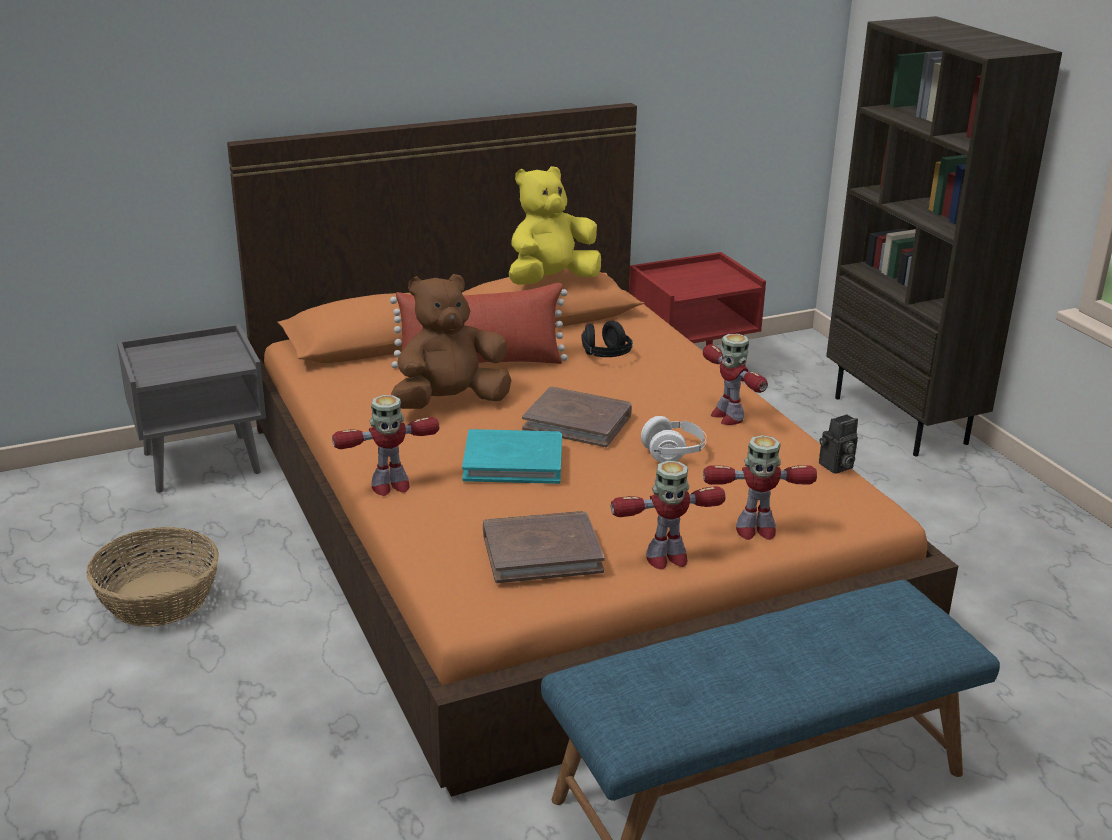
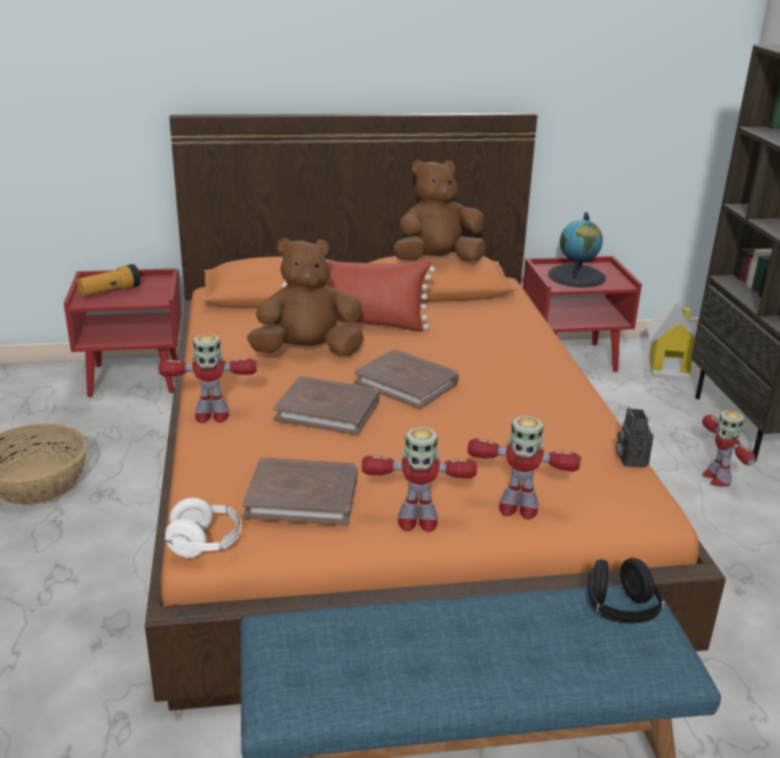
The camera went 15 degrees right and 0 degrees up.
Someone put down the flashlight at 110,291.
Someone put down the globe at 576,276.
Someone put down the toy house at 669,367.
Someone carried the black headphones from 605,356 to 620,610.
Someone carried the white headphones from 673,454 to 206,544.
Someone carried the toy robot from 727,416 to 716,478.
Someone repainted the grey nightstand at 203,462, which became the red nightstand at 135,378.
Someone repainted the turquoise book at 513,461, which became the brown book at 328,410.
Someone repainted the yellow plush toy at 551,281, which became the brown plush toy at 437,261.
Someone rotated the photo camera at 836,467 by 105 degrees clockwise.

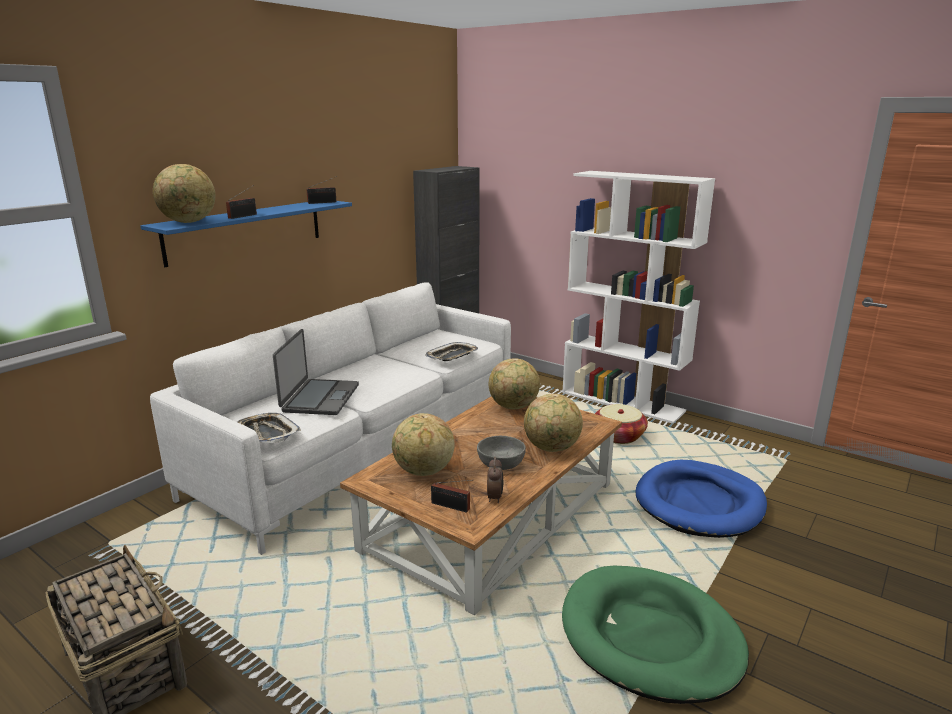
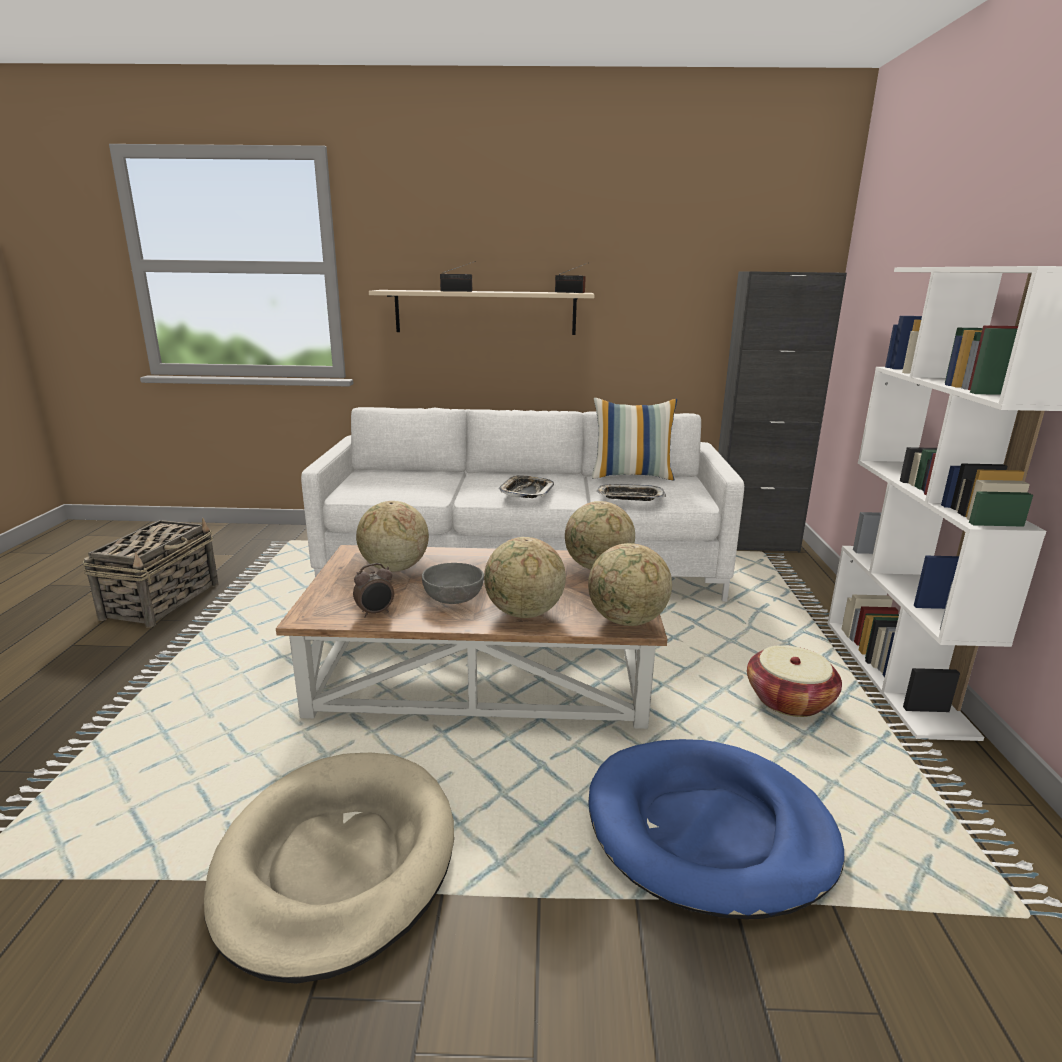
The camera went 55 degrees right and 0 degrees up.
Someone took away the laptop at 319,398.
Someone took away the radio at 452,507.
Someone put down the pillow at 632,476.
Someone carried the globe from 189,222 to 627,621.
Someone carried the tray from 267,433 to 526,491.
Someone repainted the blue shelf at 246,231, which became the beige shelf at 485,312.
Someone repainted the green dog bed at 650,637, which became the beige dog bed at 336,862.

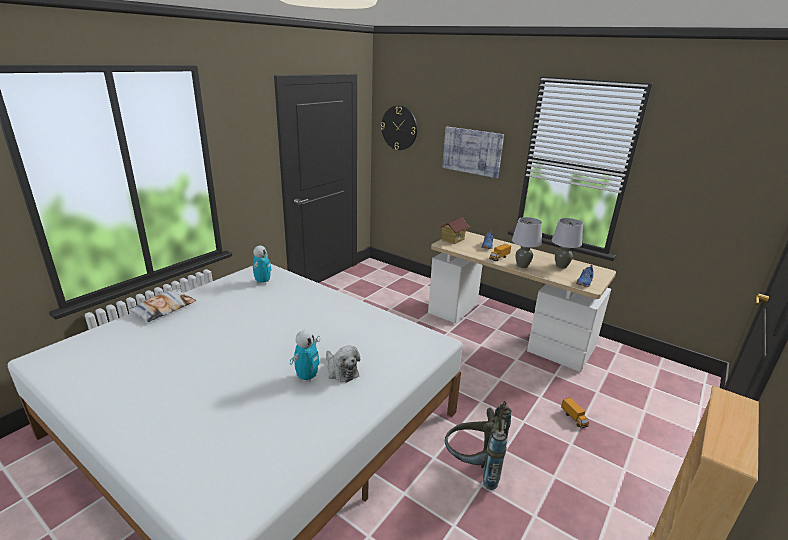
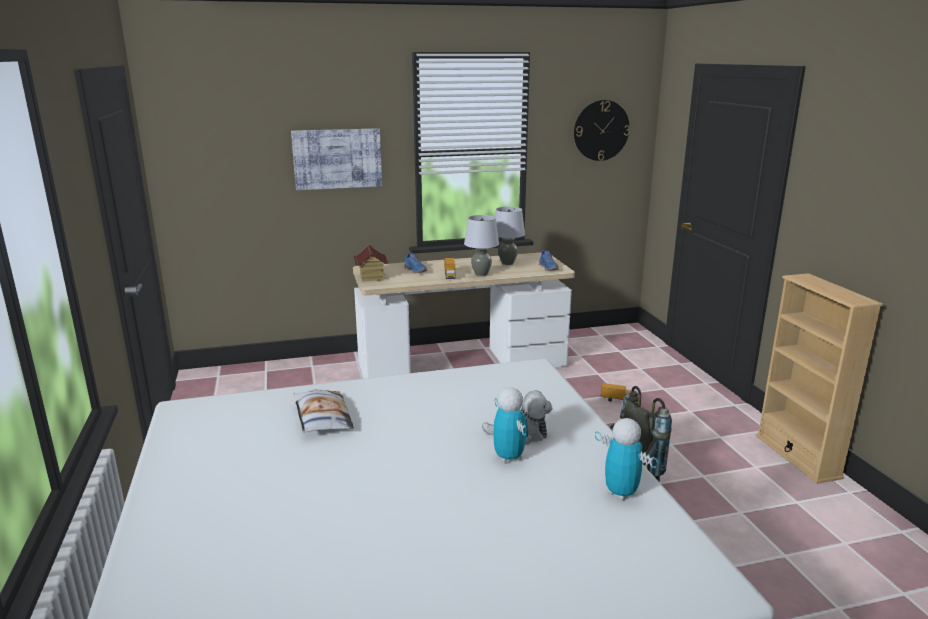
The camera went 50 degrees left and 5 degrees down.
Someone carried the pillow from 164,309 to 321,417.
Someone carried the toy robot from 263,282 to 620,493.
Someone carried the wall clock from 399,128 to 601,130.

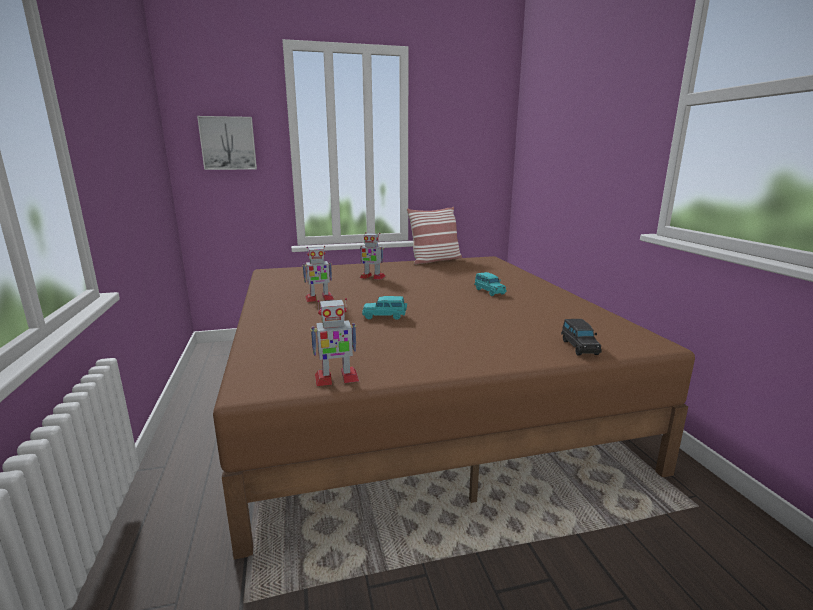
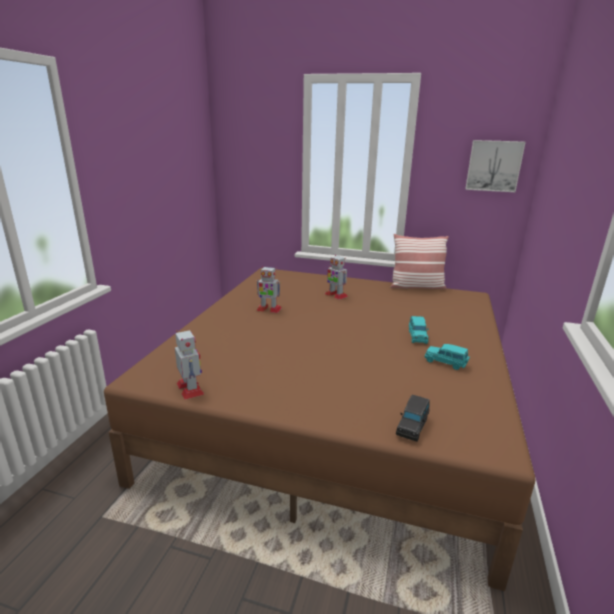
The camera went 30 degrees right and 5 degrees up.
Someone carried the picture from 228,143 to 493,166.
Someone carried the turquoise toy car from 385,316 to 446,363.
Someone rotated the toy robot at 336,378 by 135 degrees counterclockwise.

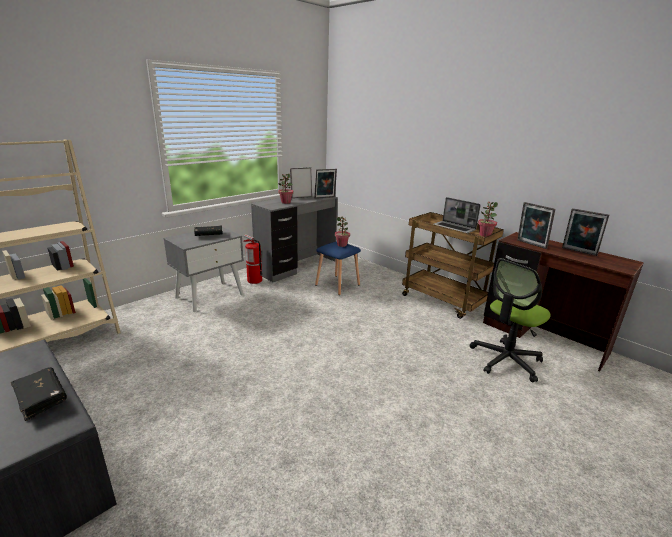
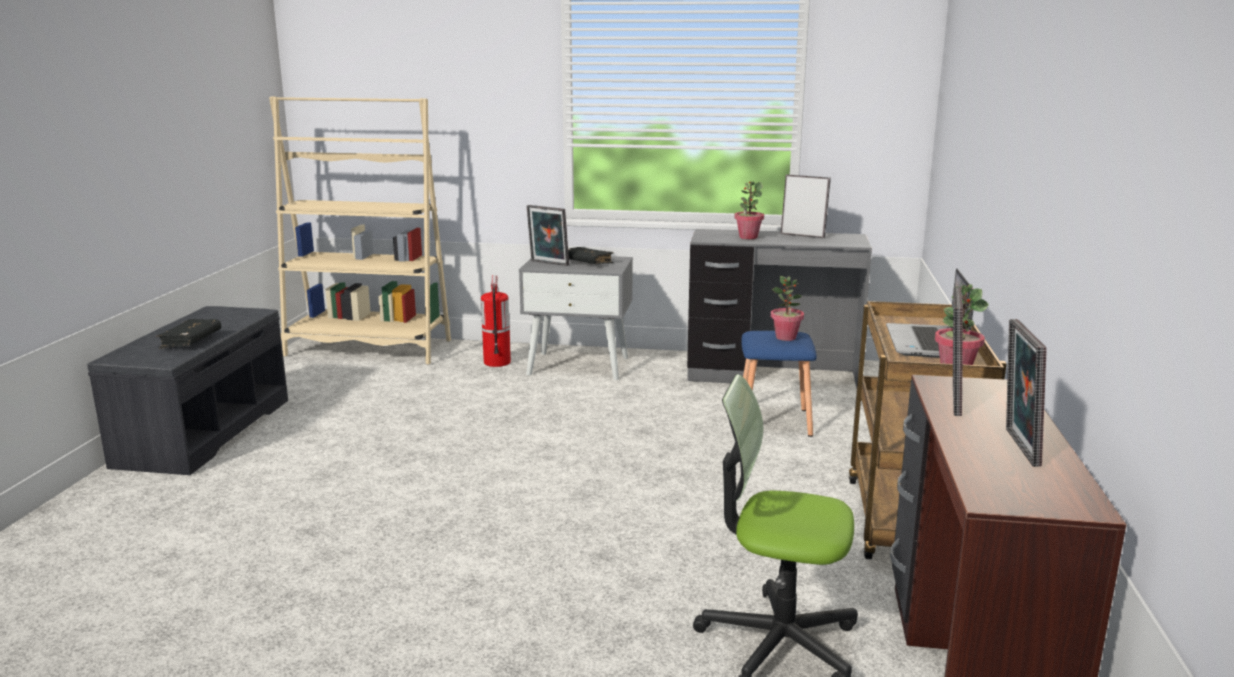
The camera went 55 degrees right and 5 degrees down.
Someone carried the fire extinguisher from 254,280 to 497,362.
Someone carried the picture frame from 325,198 to 548,263.

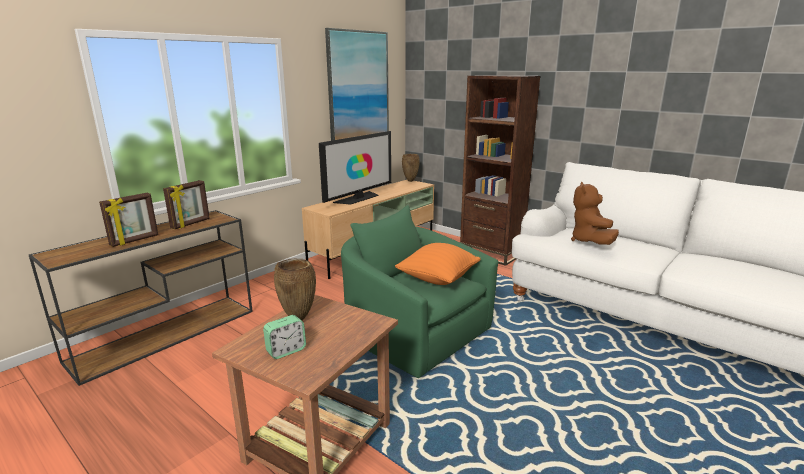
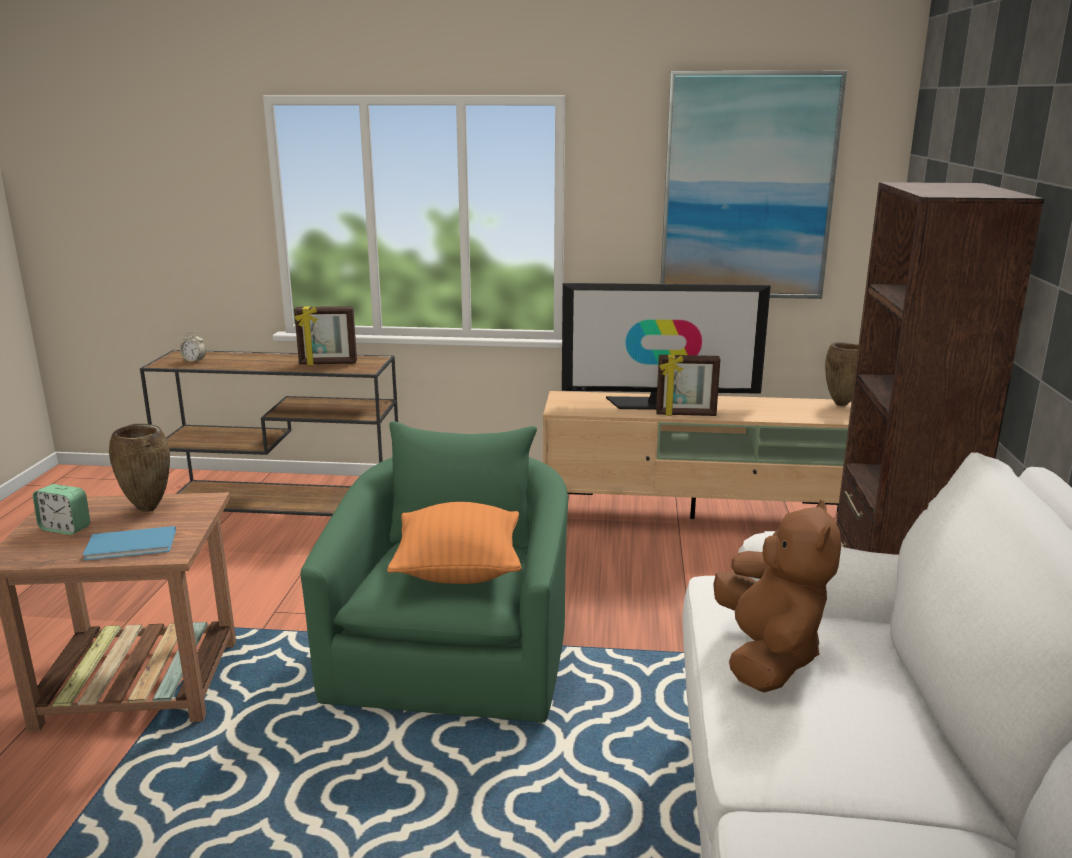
The camera went 55 degrees right and 0 degrees up.
Someone put down the blue book at 133,545.
Someone put down the alarm clock at 194,361.
Someone carried the picture frame from 135,240 to 686,414.
Someone rotated the brown plush toy at 590,241 by 120 degrees clockwise.

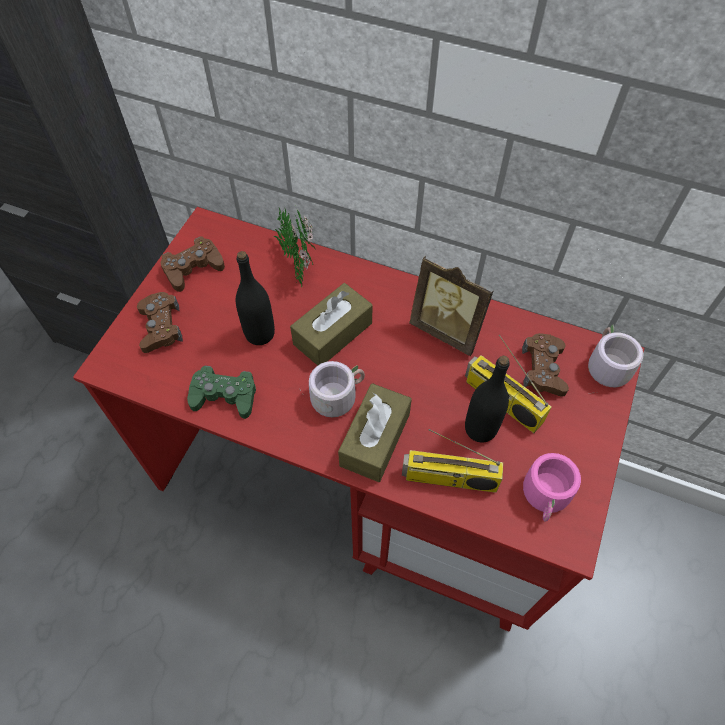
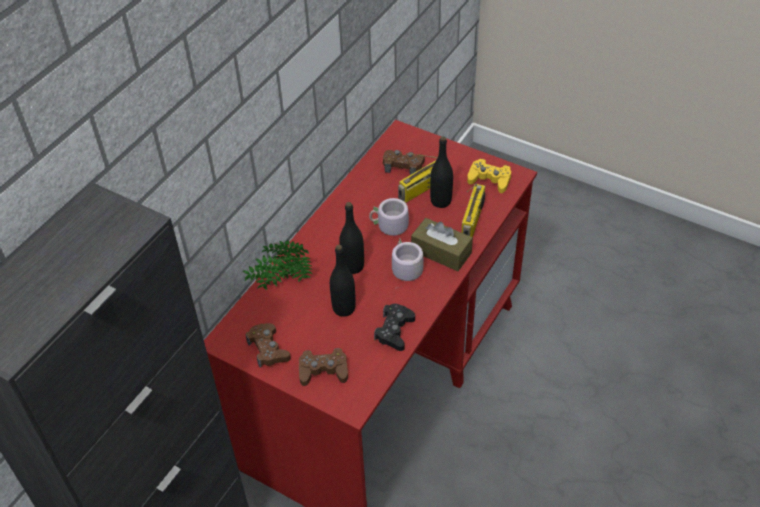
The camera went 80 degrees left and 10 degrees down.
Someone took away the picture frame at 447,330.
Someone carried the grey mug from 604,366 to 389,227.
Someone swapped the brown tissue box at 333,333 for the black bottle at 353,266.
Someone swapped the pink mug at 548,497 for the yellow game controller at 489,179.
Someone repainted the green game controller at 224,396, which became the black game controller at 394,331.

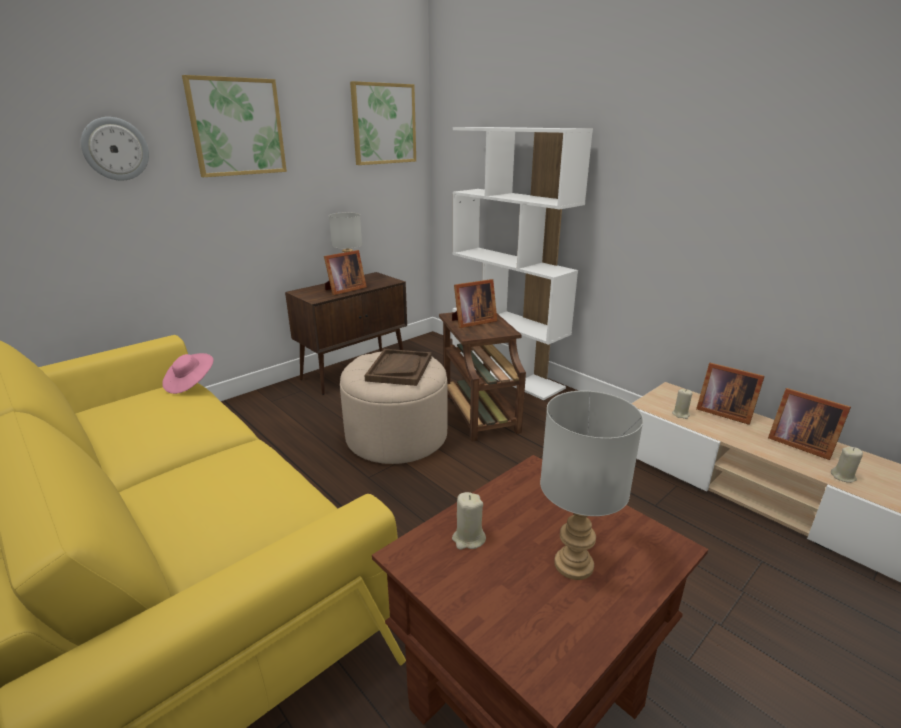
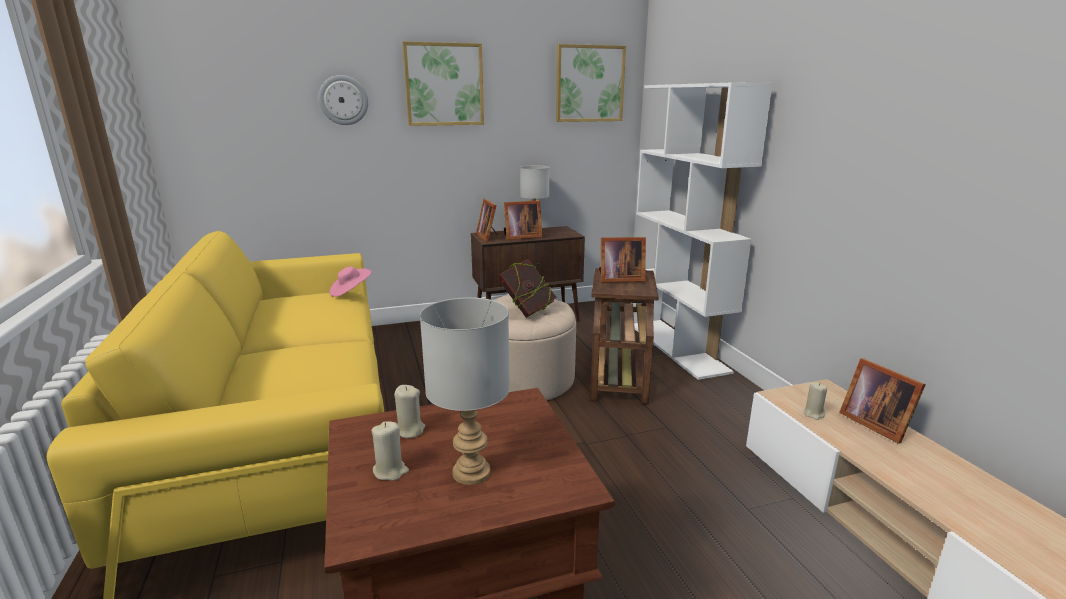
The camera went 25 degrees right and 5 degrees down.
Someone carried the picture frame from 798,443 to 488,236.
Someone carried the beige candle from 843,477 to 390,471.
Someone swapped the brown tray at 399,369 for the book at 527,311.

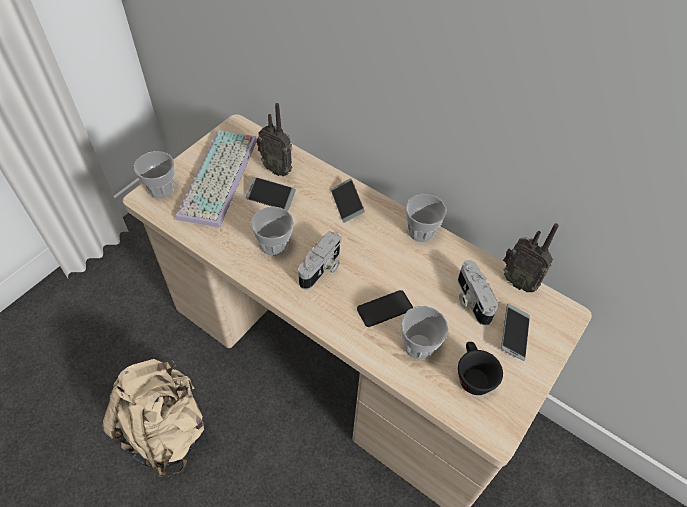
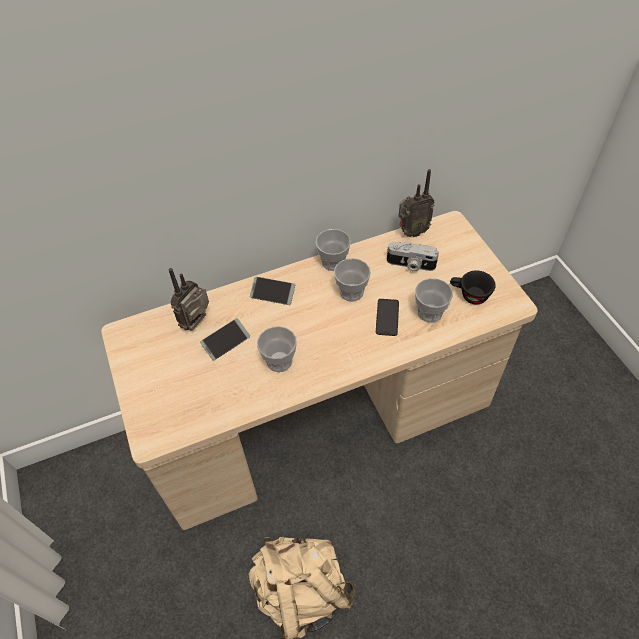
The camera went 55 degrees left and 0 degrees up.
Someone took away the keyboard at 220,179.
Someone took away the photo camera at 322,269.
Someone took away the phone at 514,334.
Someone carried the cup from 161,188 to 351,292.
Someone rotated the radio at 278,169 by 150 degrees clockwise.

